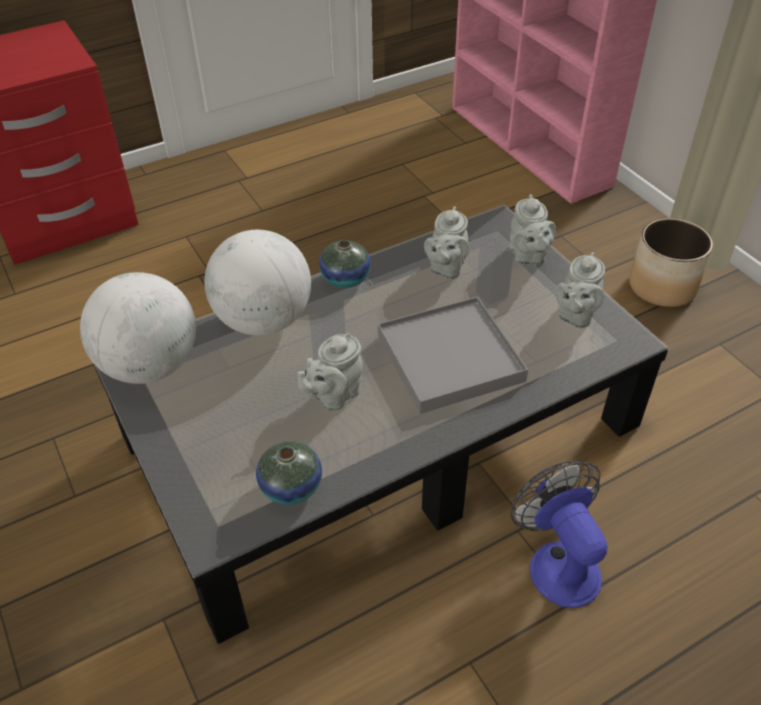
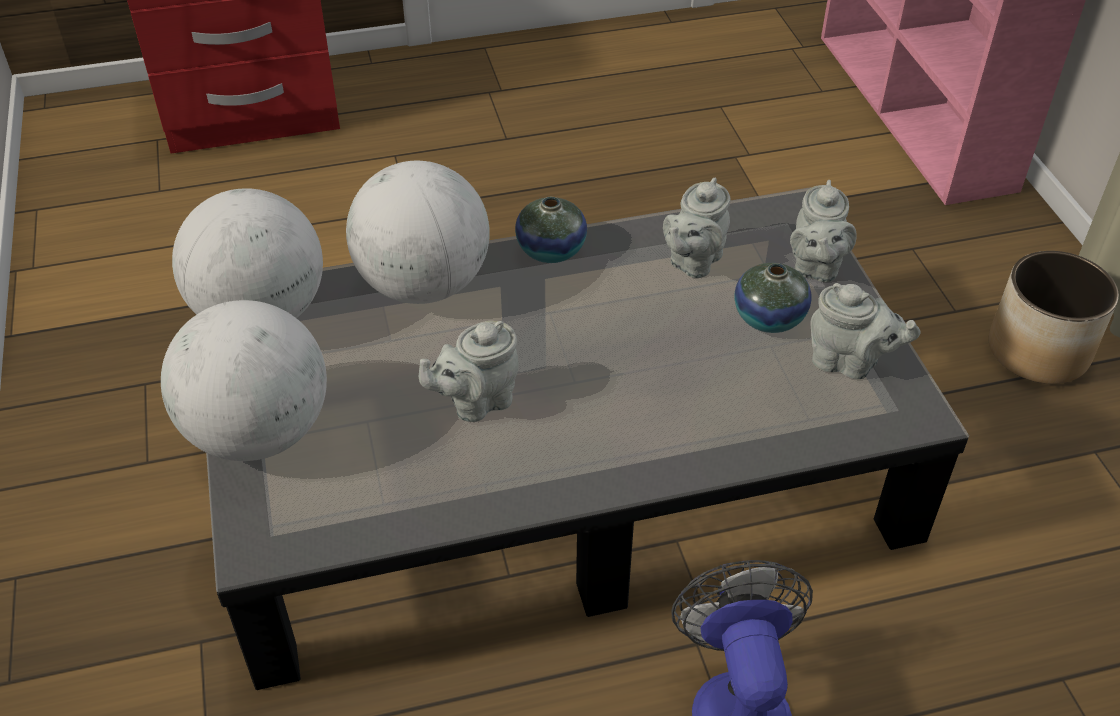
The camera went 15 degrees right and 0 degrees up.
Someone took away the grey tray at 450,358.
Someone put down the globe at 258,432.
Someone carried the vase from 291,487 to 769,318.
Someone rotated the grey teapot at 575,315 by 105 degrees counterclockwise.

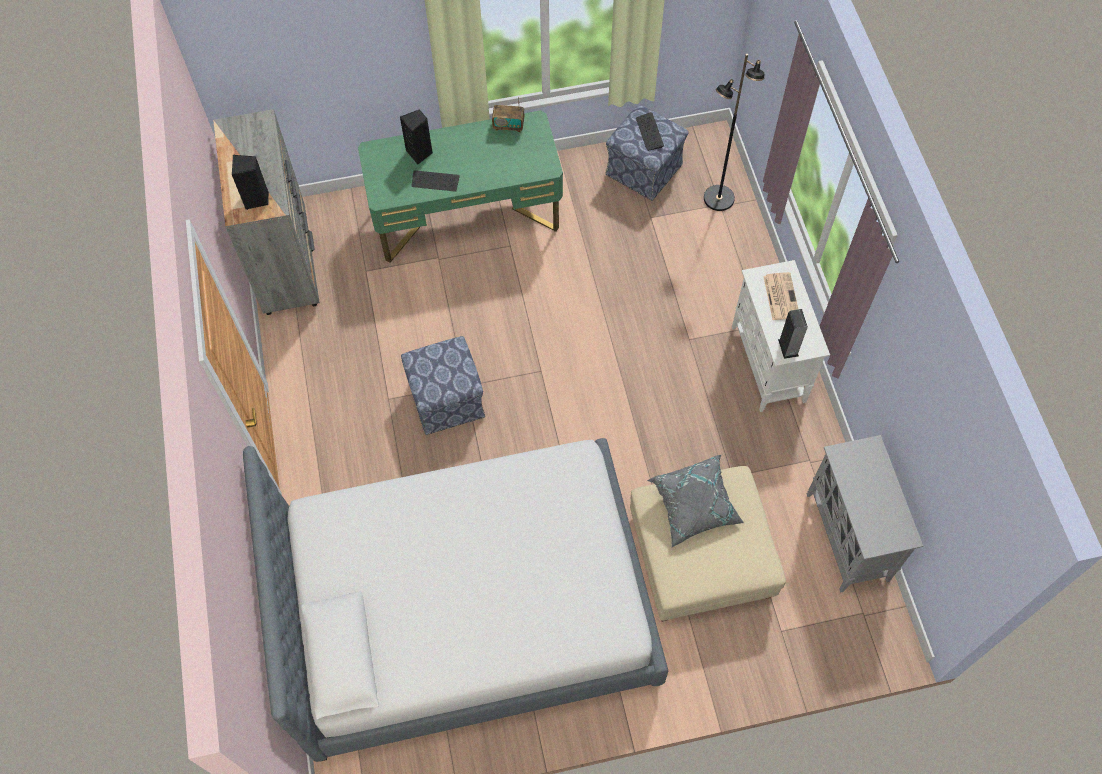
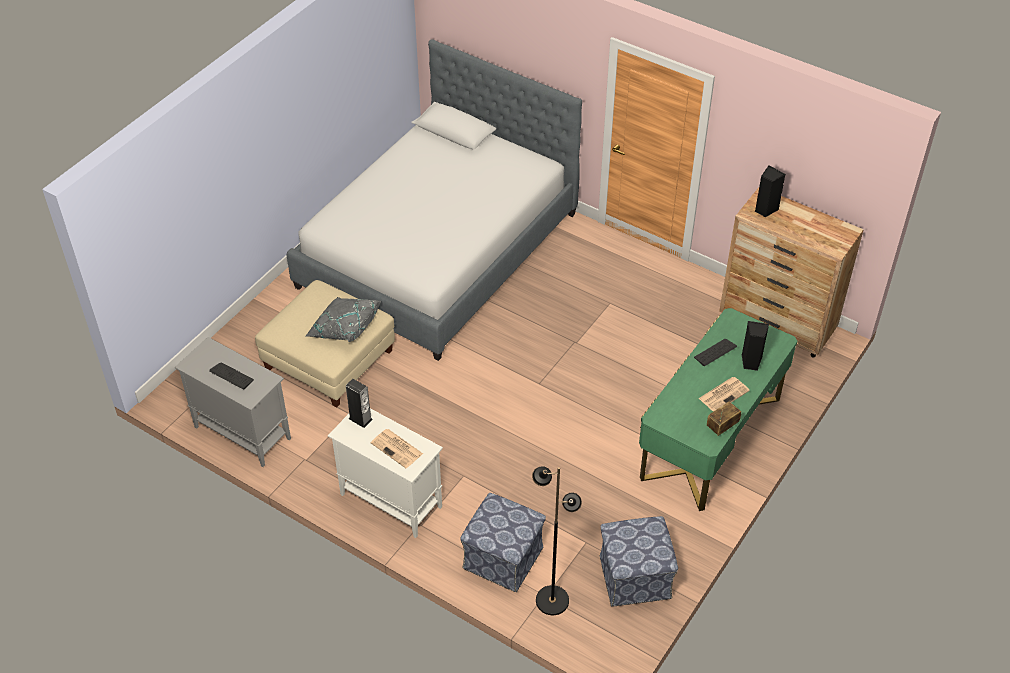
The camera went 135 degrees right and 15 degrees down.
Someone put down the newspaper at 724,394.
Someone carried the ottoman from 446,399 to 504,558.
Someone carried the keyboard from 649,132 to 231,376.
Someone repainted the grey dresser at 286,262, which became the brown dresser at 777,324.

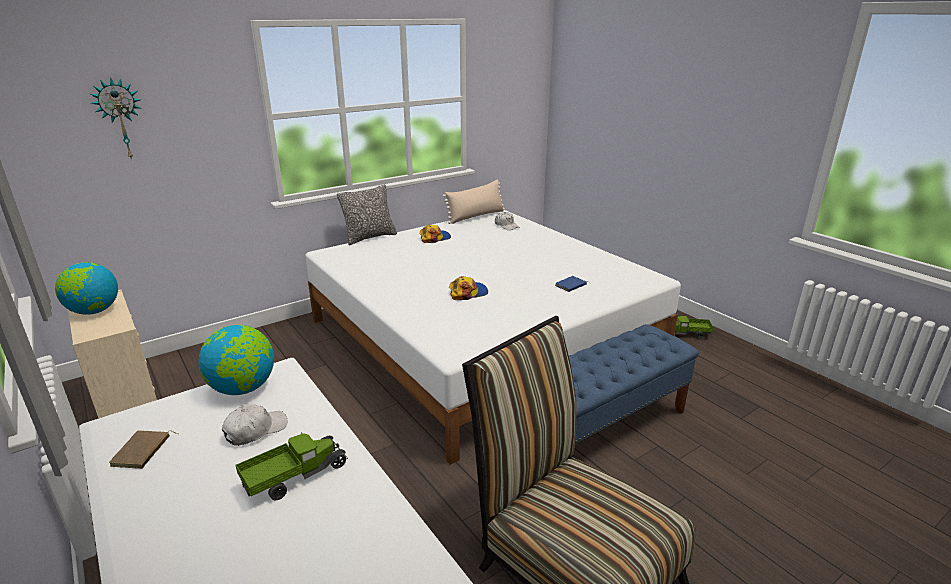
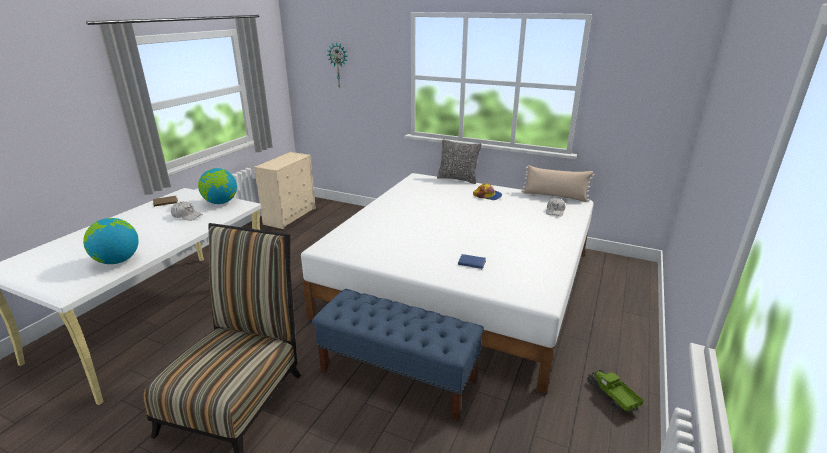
The camera went 60 degrees right and 0 degrees up.
Someone took away the toy truck at 295,476.
Someone took away the cap at 468,293.
Someone carried the globe from 94,311 to 117,261.

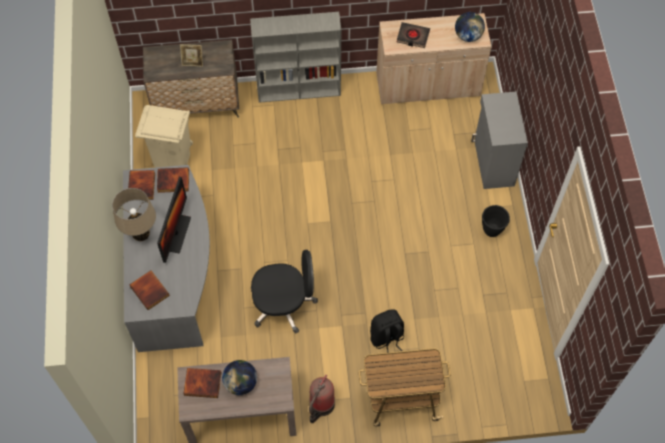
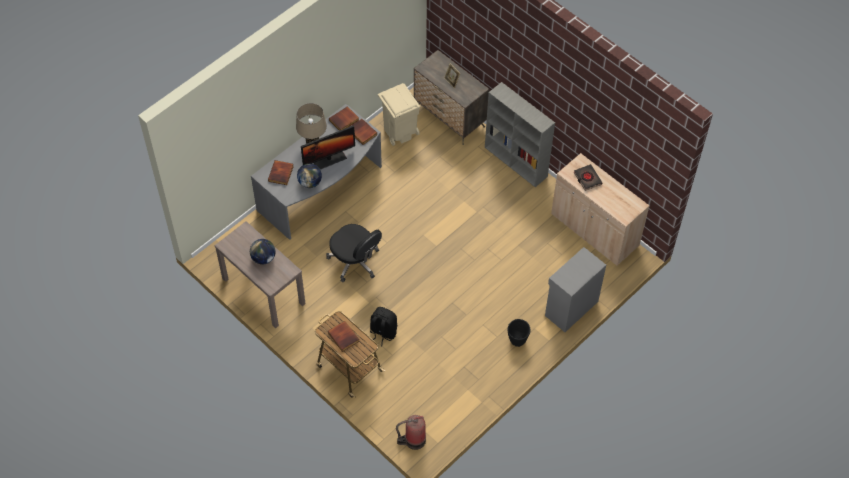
The camera went 50 degrees right and 5 degrees down.
Someone carried the book from 203,383 to 344,337.
Someone carried the fire extinguisher from 321,406 to 413,440.
Someone carried the globe from 468,36 to 310,182.

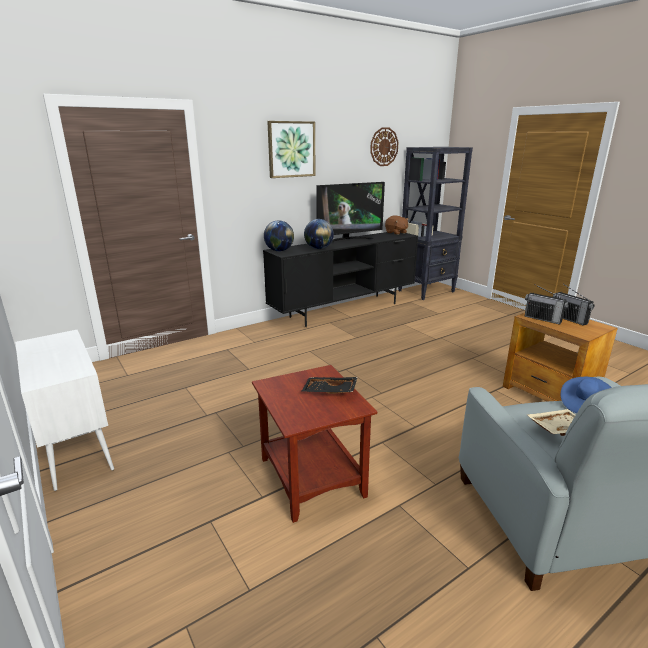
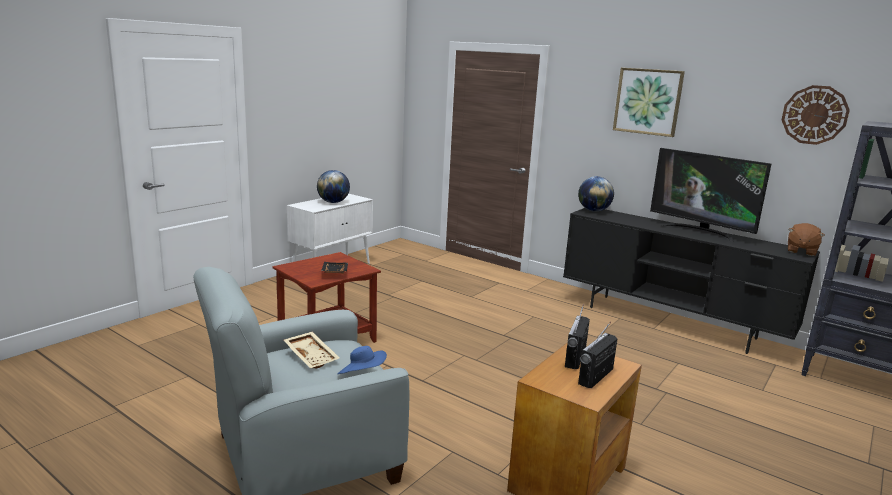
The camera went 70 degrees right and 5 degrees down.
Someone carried the globe from 318,248 to 333,202.

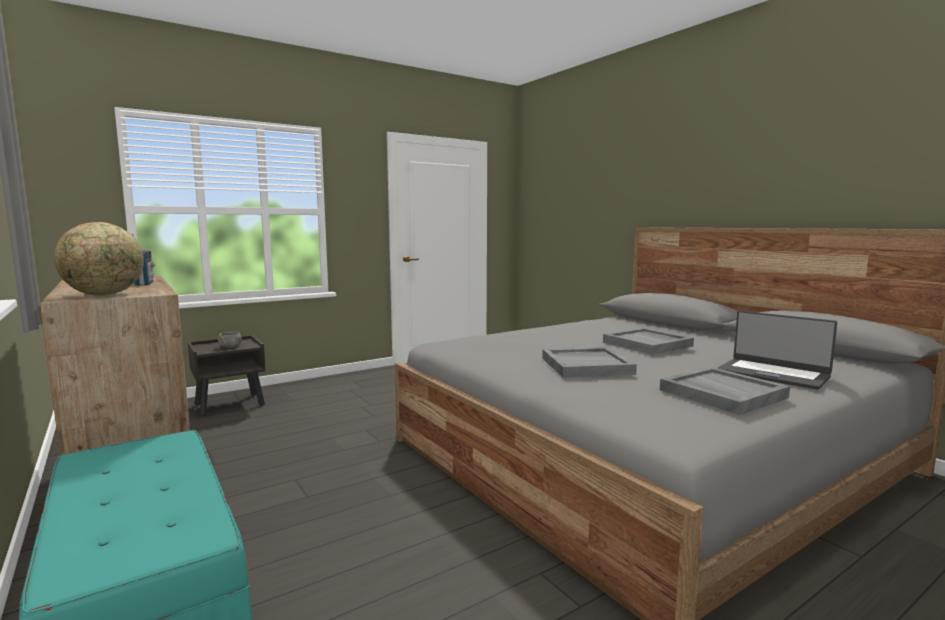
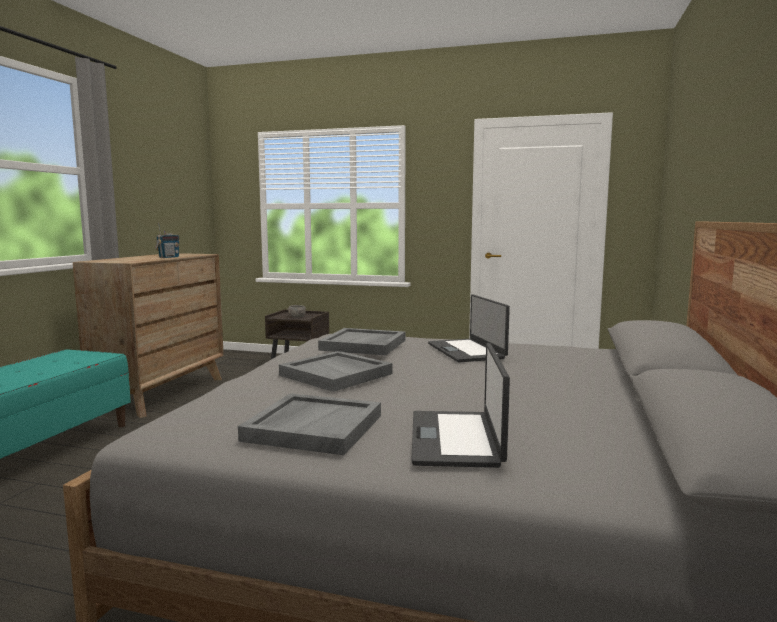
The camera went 50 degrees right and 0 degrees up.
Someone took away the globe at 105,295.
Someone put down the laptop at 467,351.
Someone carried the grey tray from 648,344 to 364,345.

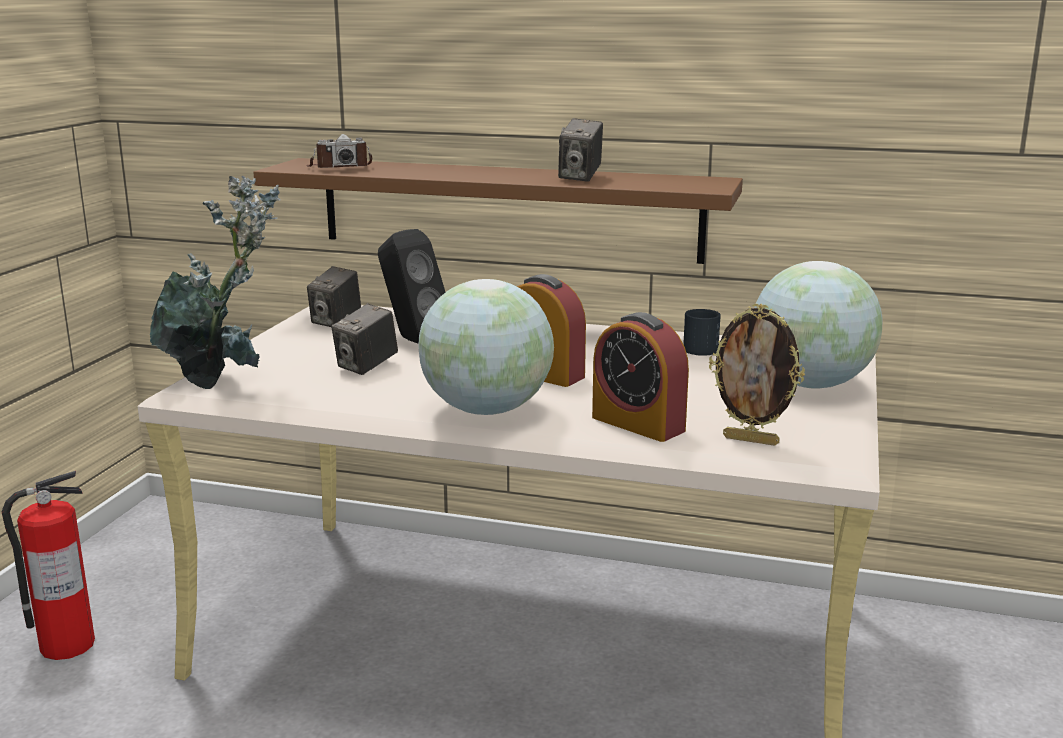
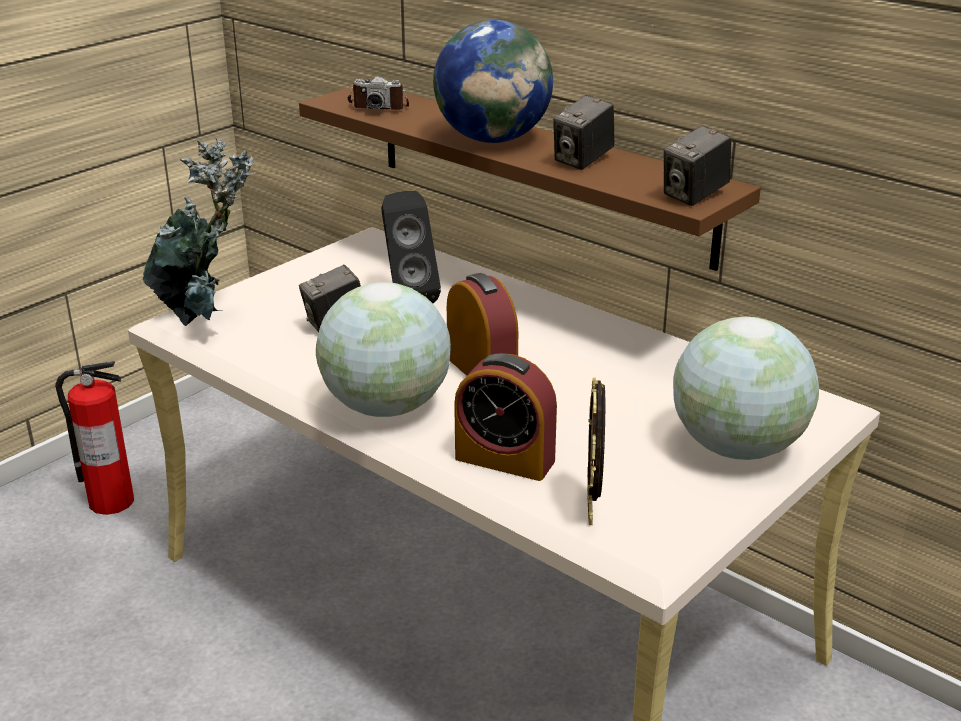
The camera went 25 degrees right and 10 degrees up.
Someone took away the black mug at 698,347.
Someone put down the globe at 493,139.
Someone carried the photo camera from 336,322 to 694,196.
Someone rotated the alarm clock at 638,424 by 45 degrees counterclockwise.
Someone rotated the picture frame at 751,440 by 45 degrees clockwise.

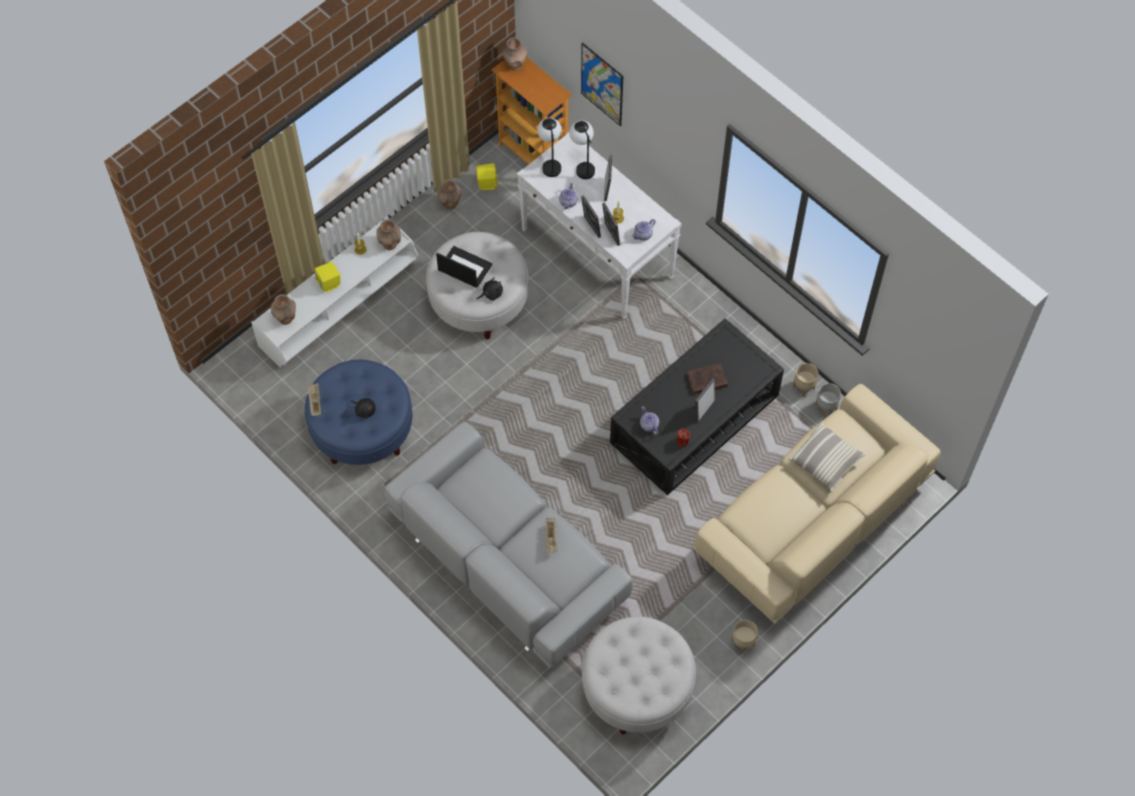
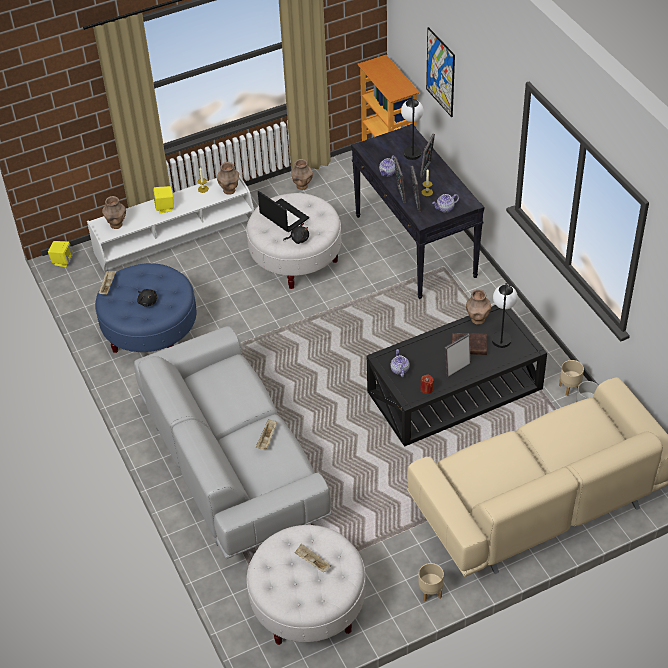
The camera went 20 degrees right and 15 degrees down.
Someone took away the pillow at 825,461.
Someone put down the beige tray at 312,562.
Someone carried the yellow speaker from 487,183 to 62,261.
Someone carried the brown vase from 515,65 to 477,319.
Someone carried the table lamp from 550,162 to 501,335.
Someone repainted the white console table at 598,254, which became the black console table at 415,246.

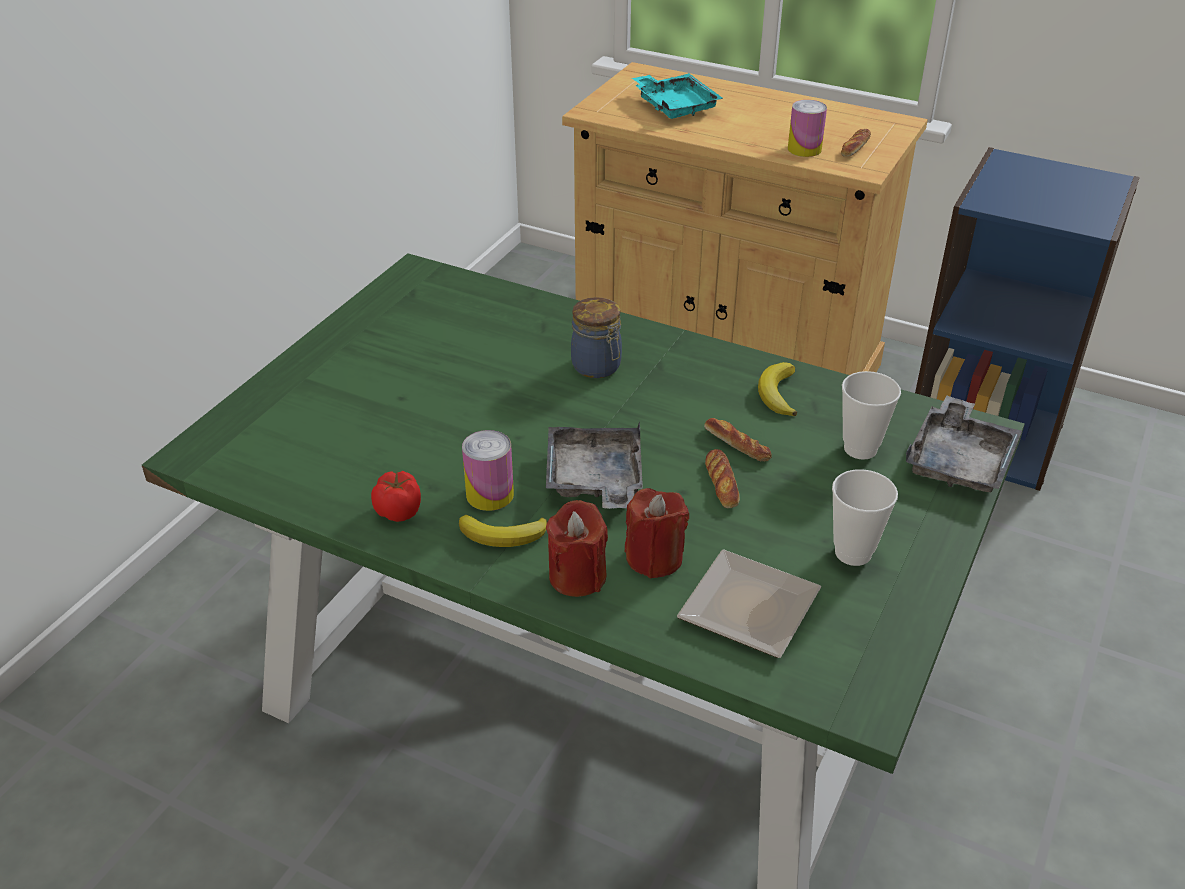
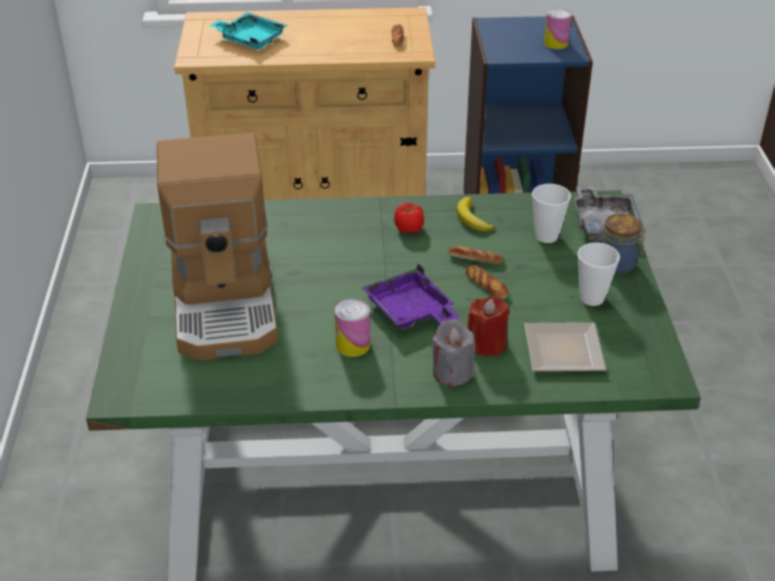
The camera went 30 degrees left and 0 degrees up.
Someone took away the banana at 504,535.
Someone put down the coffee machine at 227,300.
Someone carried the tomato from 399,510 to 409,227.
Someone carried the jar from 597,367 to 618,265.
Someone carried the can from 804,149 to 556,43.
Someone repainted the grey tray at 595,480, which became the purple tray at 410,311.
Someone repainted the red candle at 577,576, which became the grey candle at 452,372.

